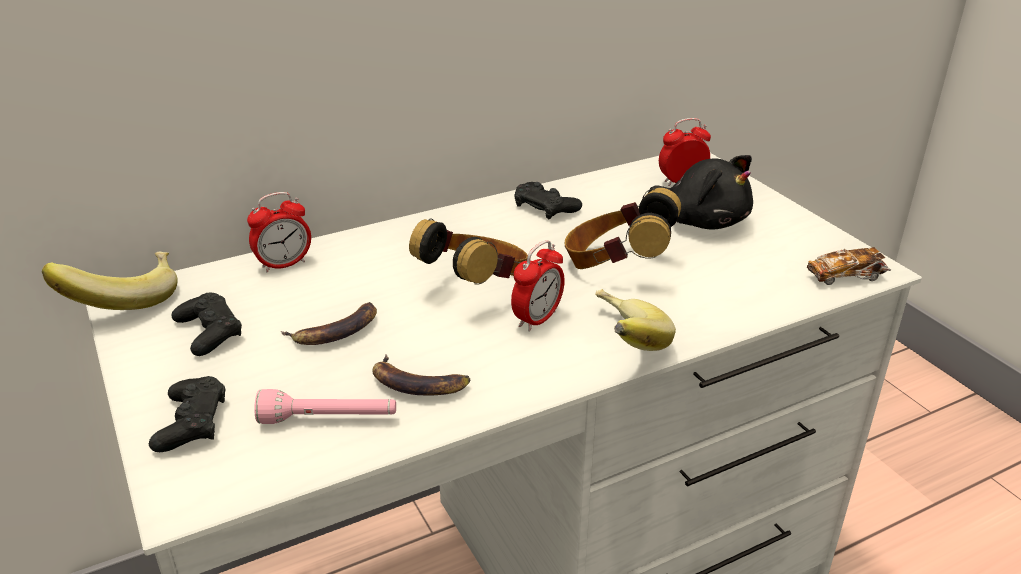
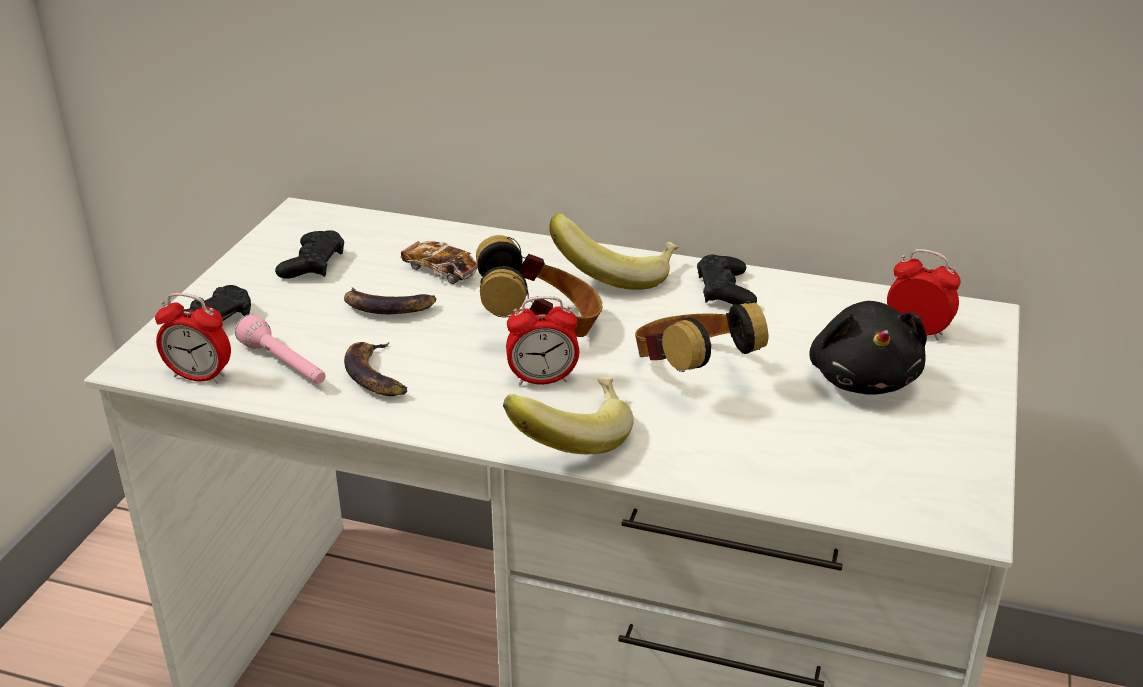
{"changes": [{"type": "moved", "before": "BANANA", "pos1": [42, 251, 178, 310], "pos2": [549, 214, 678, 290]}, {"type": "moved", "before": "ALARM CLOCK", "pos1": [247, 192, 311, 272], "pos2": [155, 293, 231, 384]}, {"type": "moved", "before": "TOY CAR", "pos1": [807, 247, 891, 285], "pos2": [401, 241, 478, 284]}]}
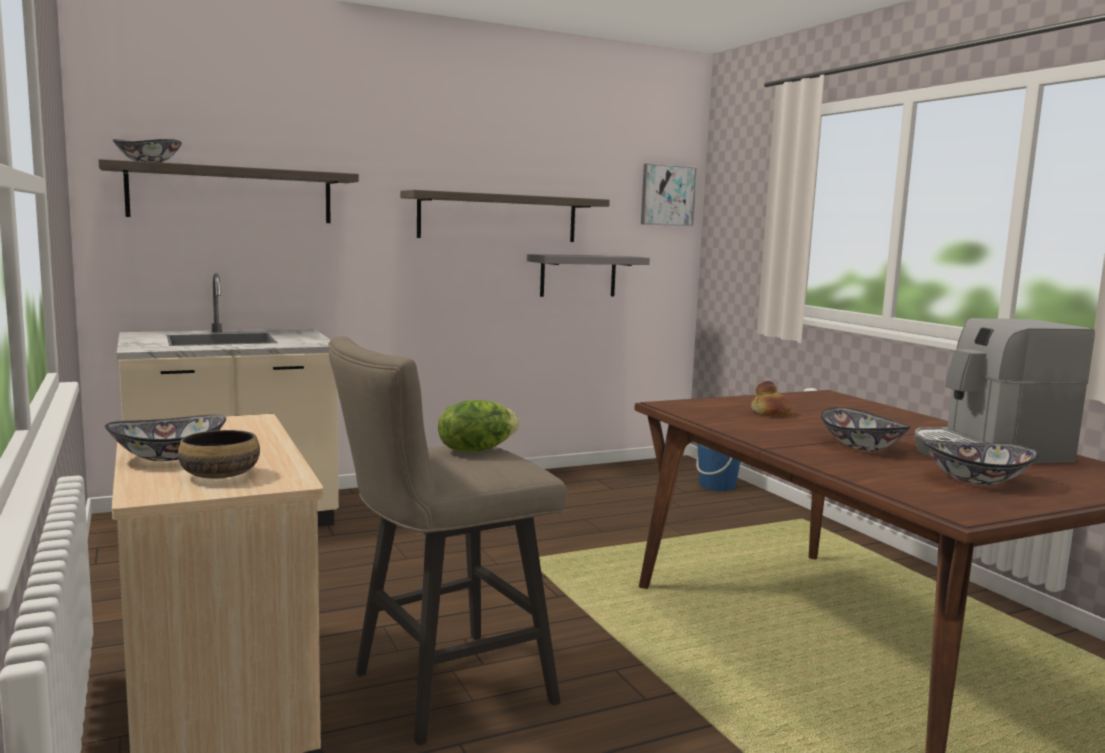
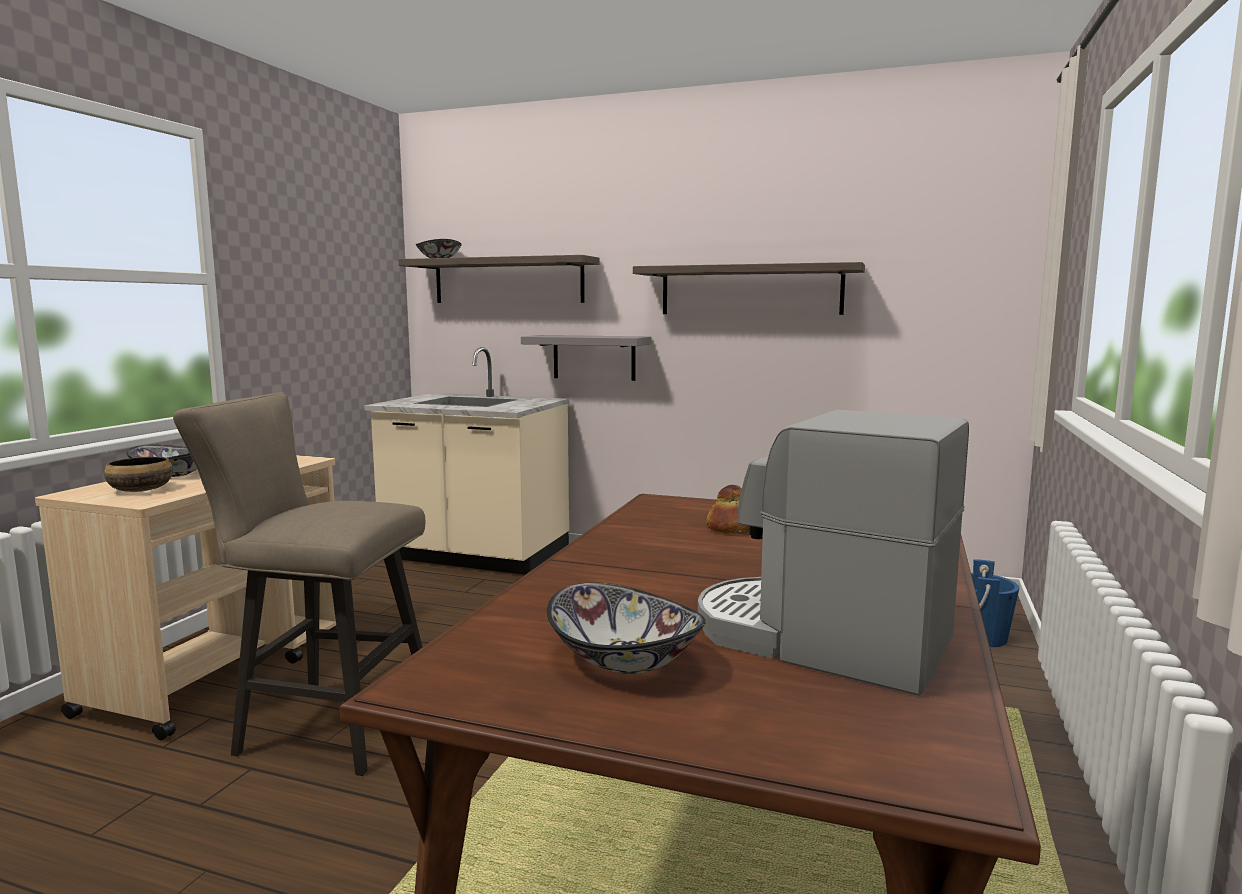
{"changes": [{"type": "removed", "before": "LETTUCE", "pos1": [438, 400, 520, 452]}, {"type": "moved", "before": "GREY SHELF", "pos1": [527, 254, 650, 297], "pos2": [521, 335, 651, 381]}, {"type": "removed", "before": "PICTURE", "pos1": [641, 163, 697, 226]}, {"type": "removed", "before": "BOWL", "pos1": [821, 407, 911, 451]}]}
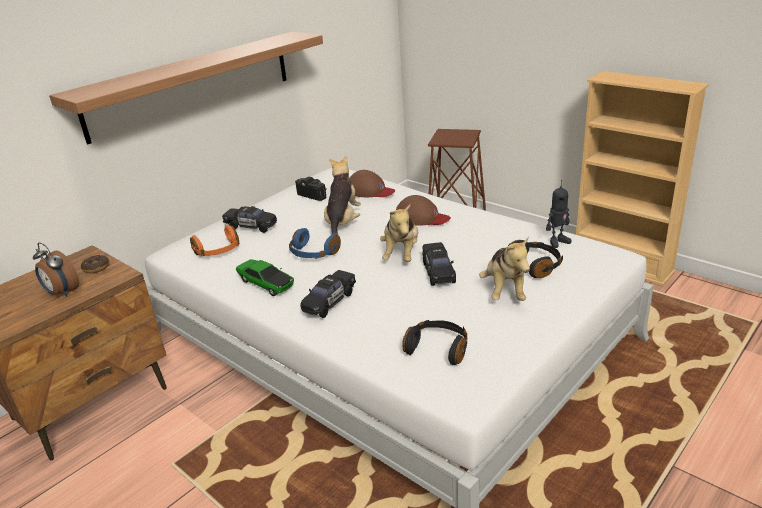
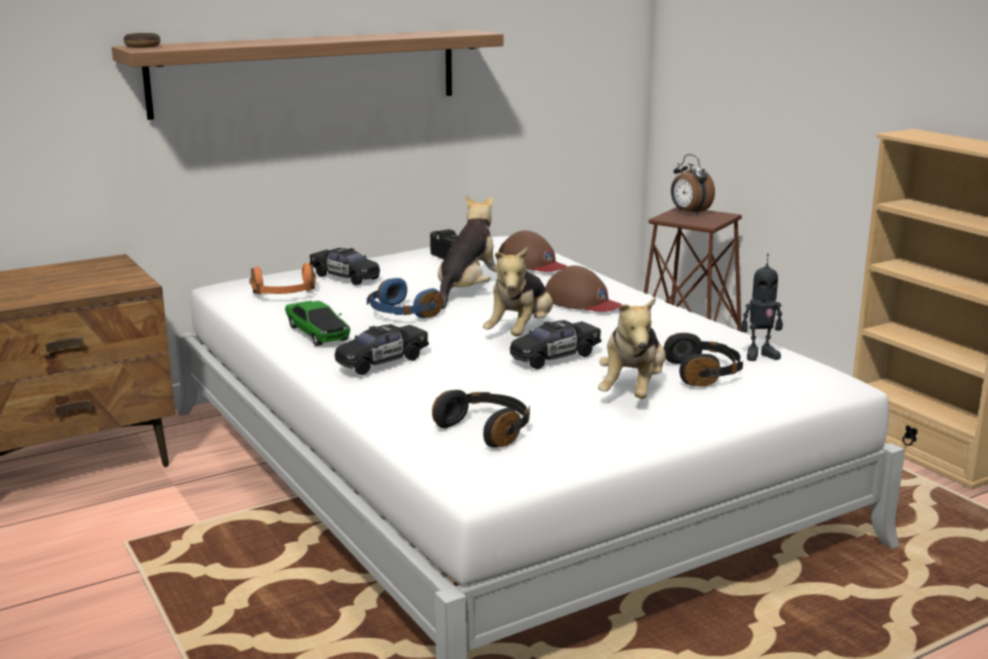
{"changes": [{"type": "moved", "before": "ALARM CLOCK", "pos1": [33, 242, 79, 297], "pos2": [671, 154, 715, 215]}, {"type": "moved", "before": "DONUT", "pos1": [81, 255, 109, 273], "pos2": [124, 33, 161, 48]}, {"type": "turned", "before": "BLACK TOY CAR", "pos1": [422, 242, 456, 286], "pos2": [510, 320, 601, 369], "turn": 45}]}
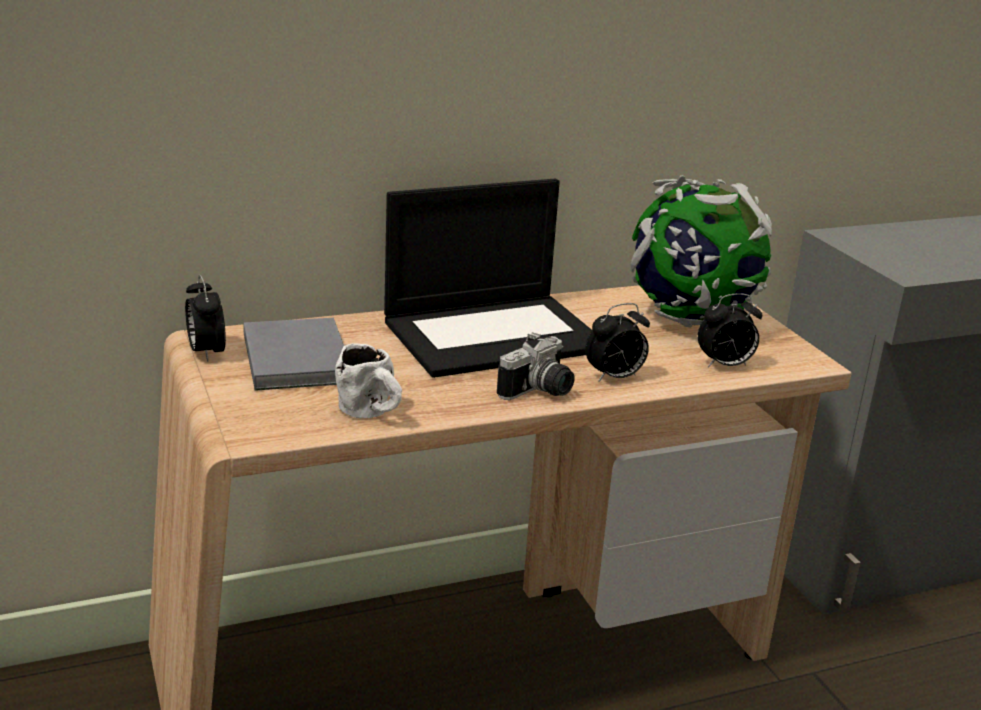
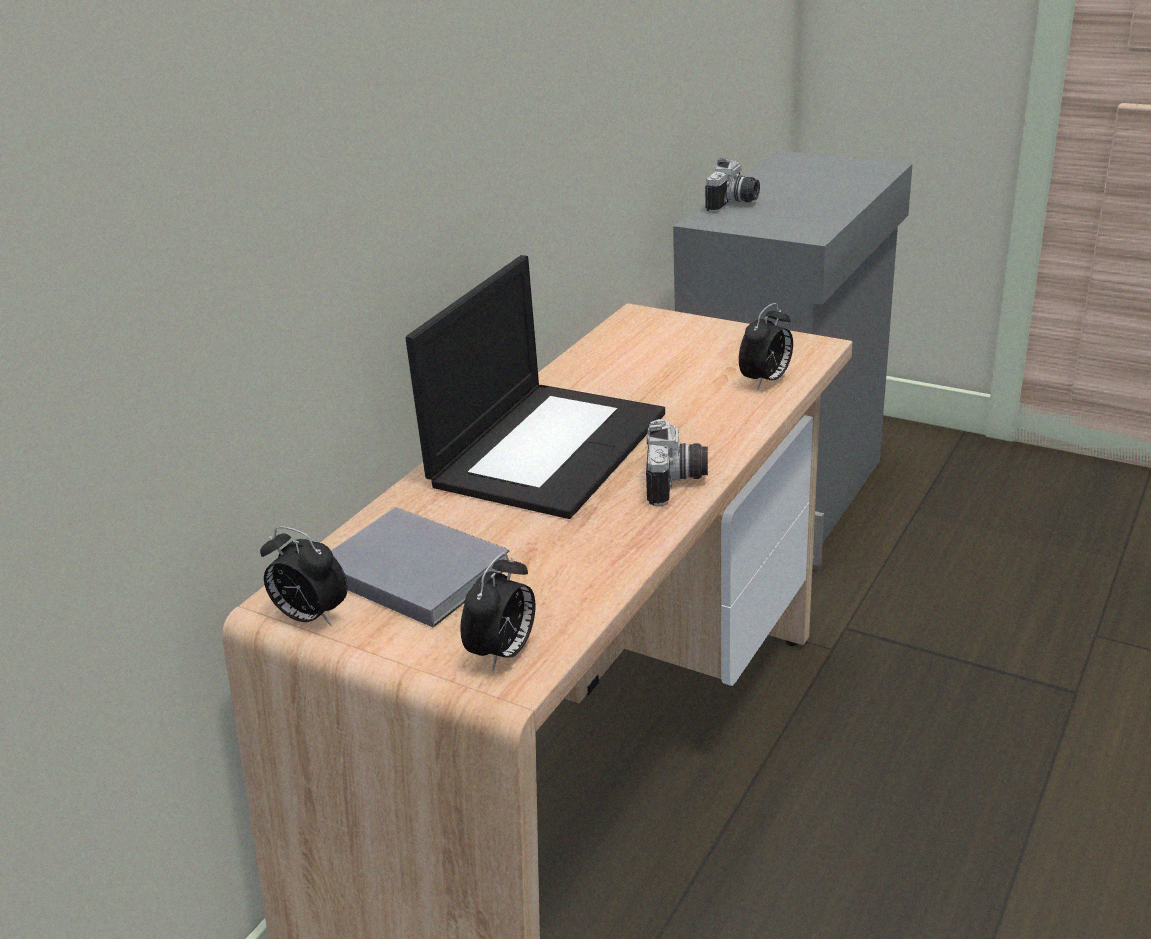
{"changes": [{"type": "removed", "before": "WHITE MUG", "pos1": [335, 343, 402, 418]}, {"type": "moved", "before": "ALARM CLOCK", "pos1": [586, 303, 650, 382], "pos2": [460, 552, 535, 671]}, {"type": "removed", "before": "GLOBE", "pos1": [630, 175, 772, 328]}, {"type": "added", "after": "PHOTO CAMERA", "pos2": [705, 158, 760, 213]}]}
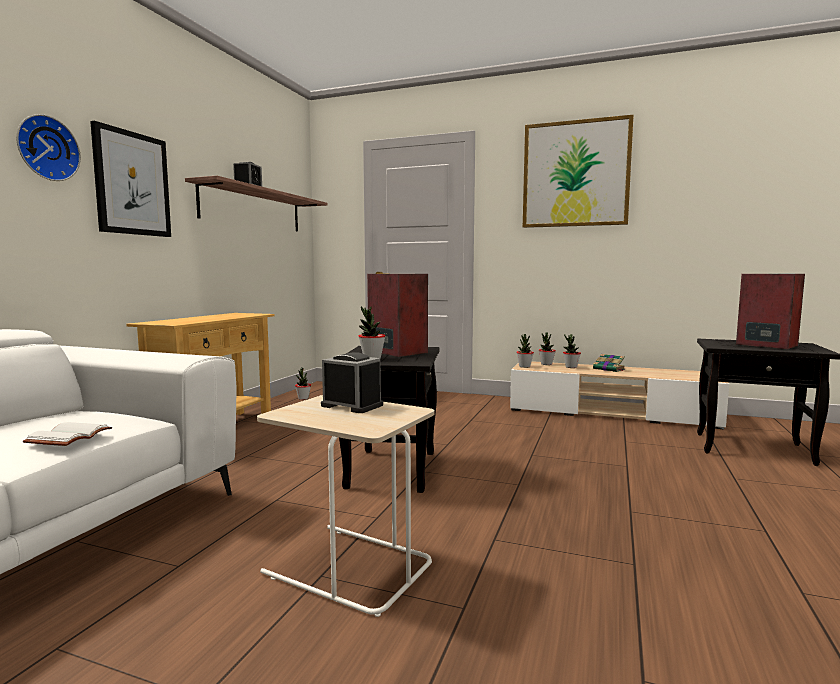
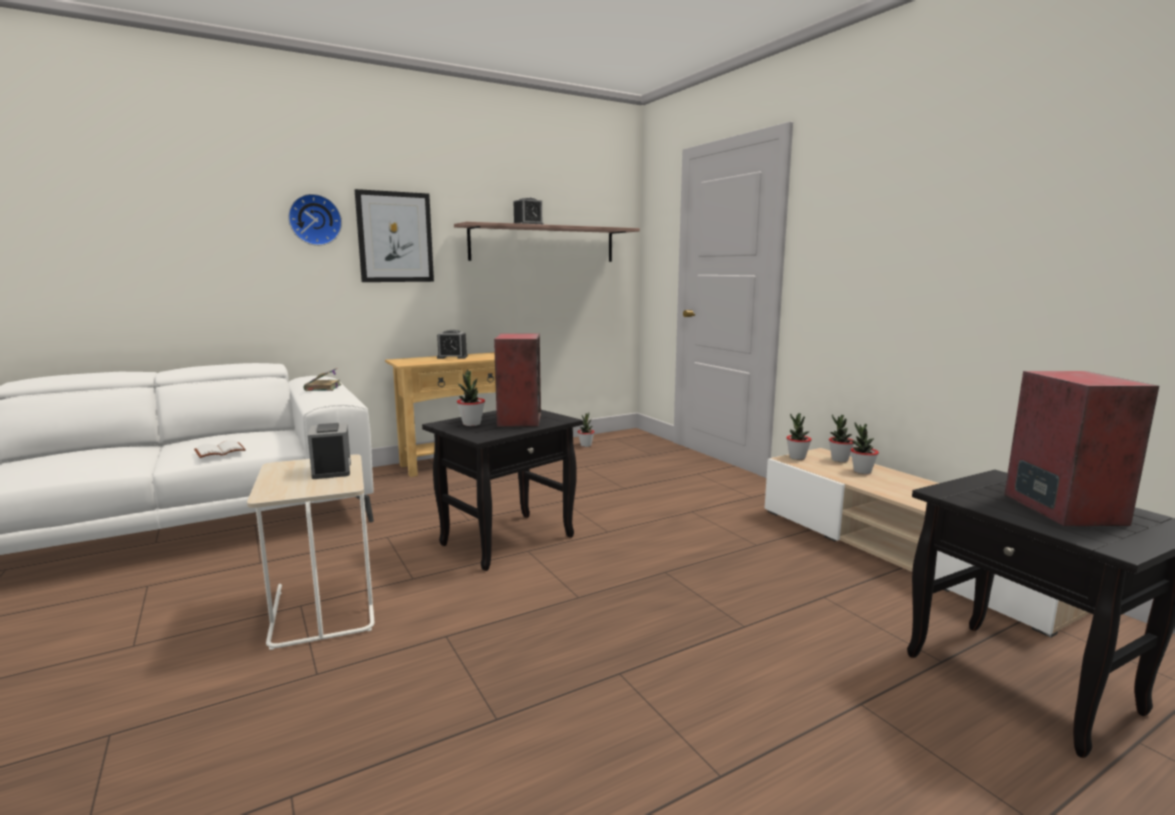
{"changes": [{"type": "removed", "before": "PICTURE", "pos1": [523, 115, 634, 228]}, {"type": "moved", "before": "BOOK", "pos1": [593, 354, 625, 372], "pos2": [303, 368, 342, 391]}, {"type": "added", "after": "ALARM CLOCK", "pos2": [437, 330, 468, 359]}]}
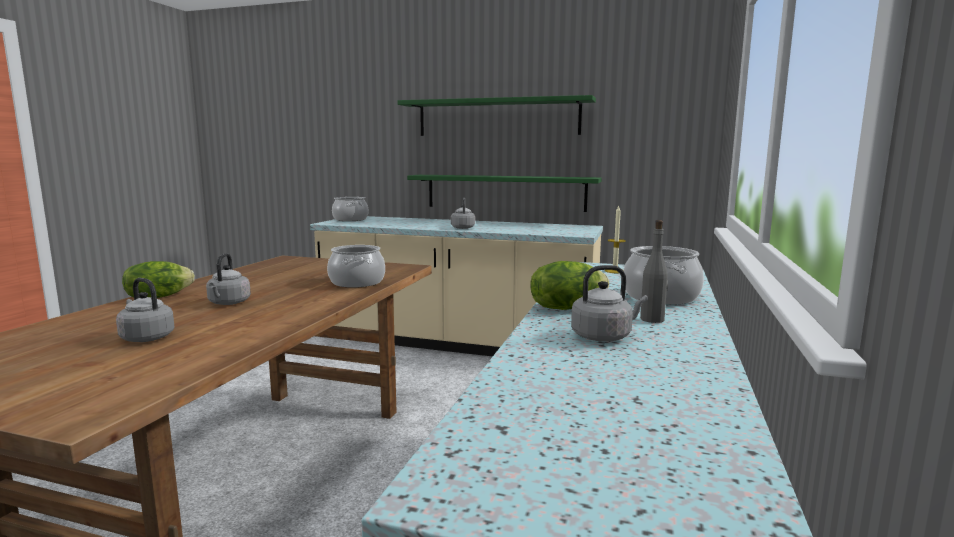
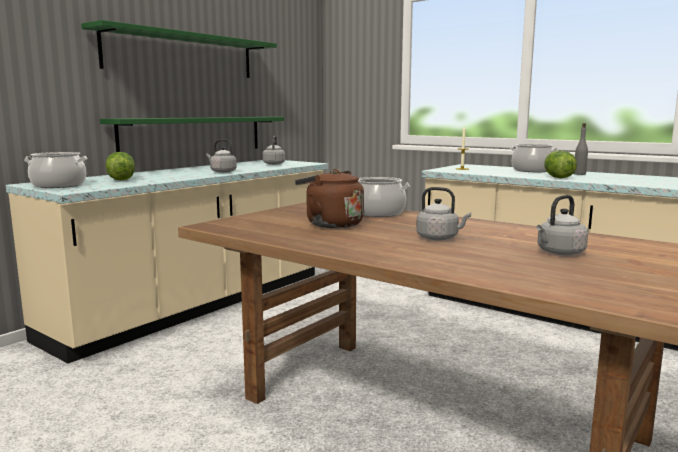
{"changes": [{"type": "moved", "before": "LETTUCE", "pos1": [122, 261, 195, 298], "pos2": [106, 152, 135, 181]}, {"type": "moved", "before": "GREY KETTLE", "pos1": [571, 265, 648, 342], "pos2": [262, 136, 285, 165]}, {"type": "added", "after": "BROWN KETTLE", "pos2": [295, 169, 364, 228]}]}
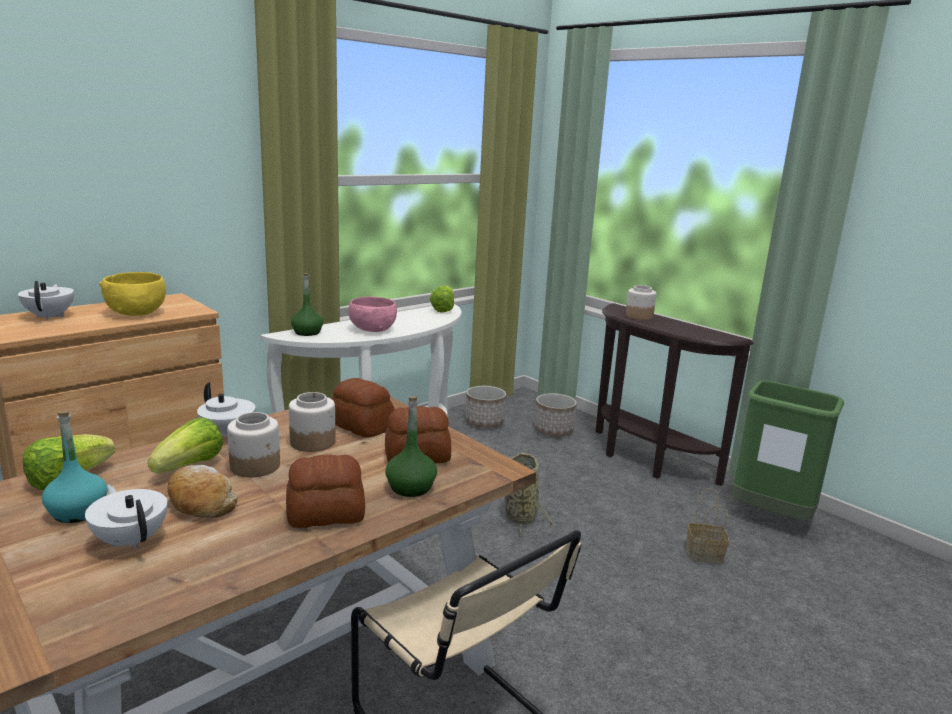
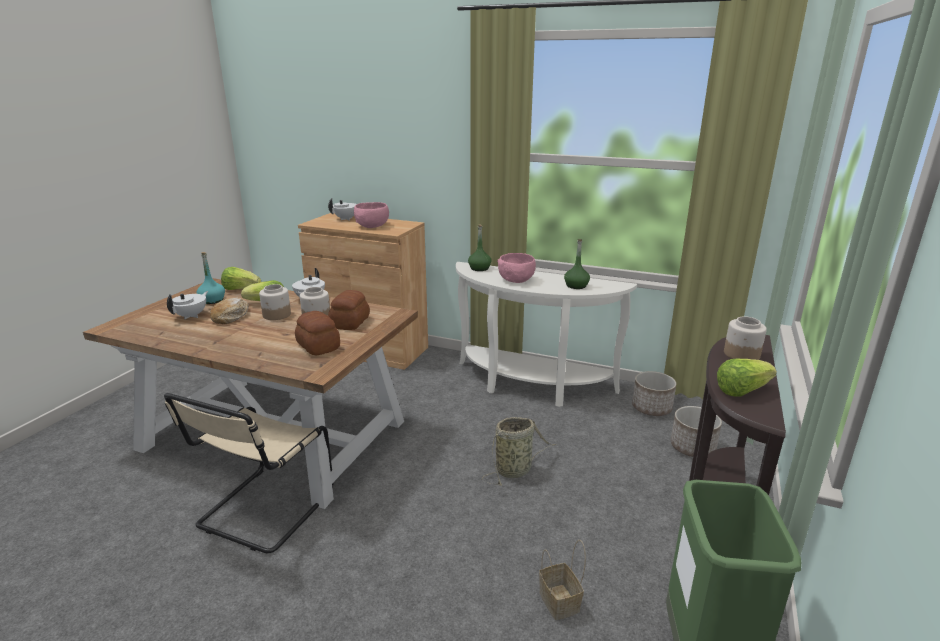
{"changes": [{"type": "recoloured", "before": "YELLOW BOWL", "after": "PINK BOWL", "pos1": [99, 272, 166, 316], "pos2": [354, 202, 389, 228]}, {"type": "removed", "before": "BREAD", "pos1": [286, 455, 365, 528]}, {"type": "moved", "before": "GREEN BOTTLE", "pos1": [386, 396, 437, 497], "pos2": [564, 239, 590, 289]}, {"type": "moved", "before": "LETTUCE", "pos1": [430, 286, 454, 313], "pos2": [717, 358, 777, 396]}]}
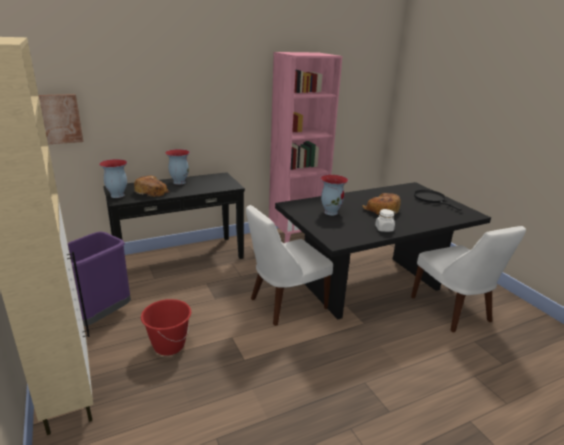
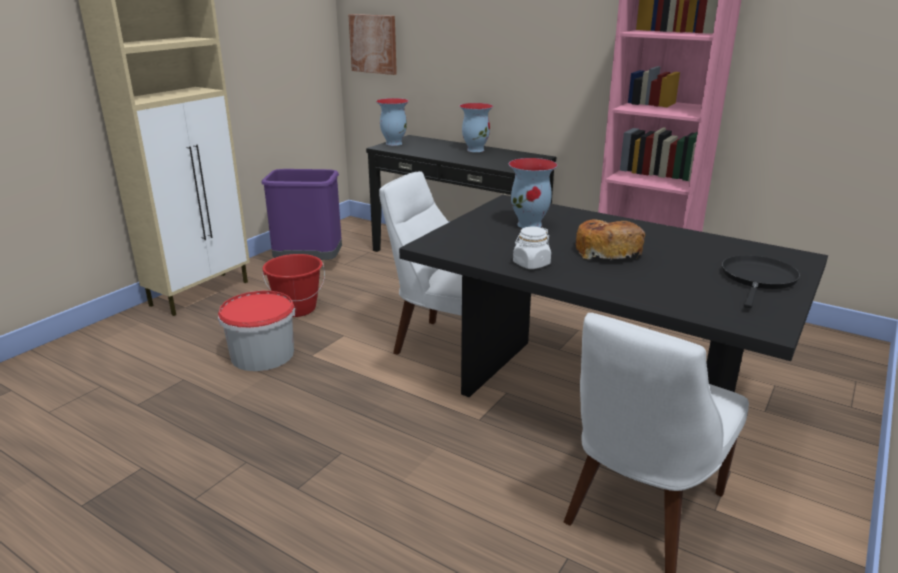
{"changes": [{"type": "removed", "before": "BREAD", "pos1": [134, 176, 169, 197]}, {"type": "added", "after": "BUCKET", "pos2": [218, 291, 295, 371]}]}
